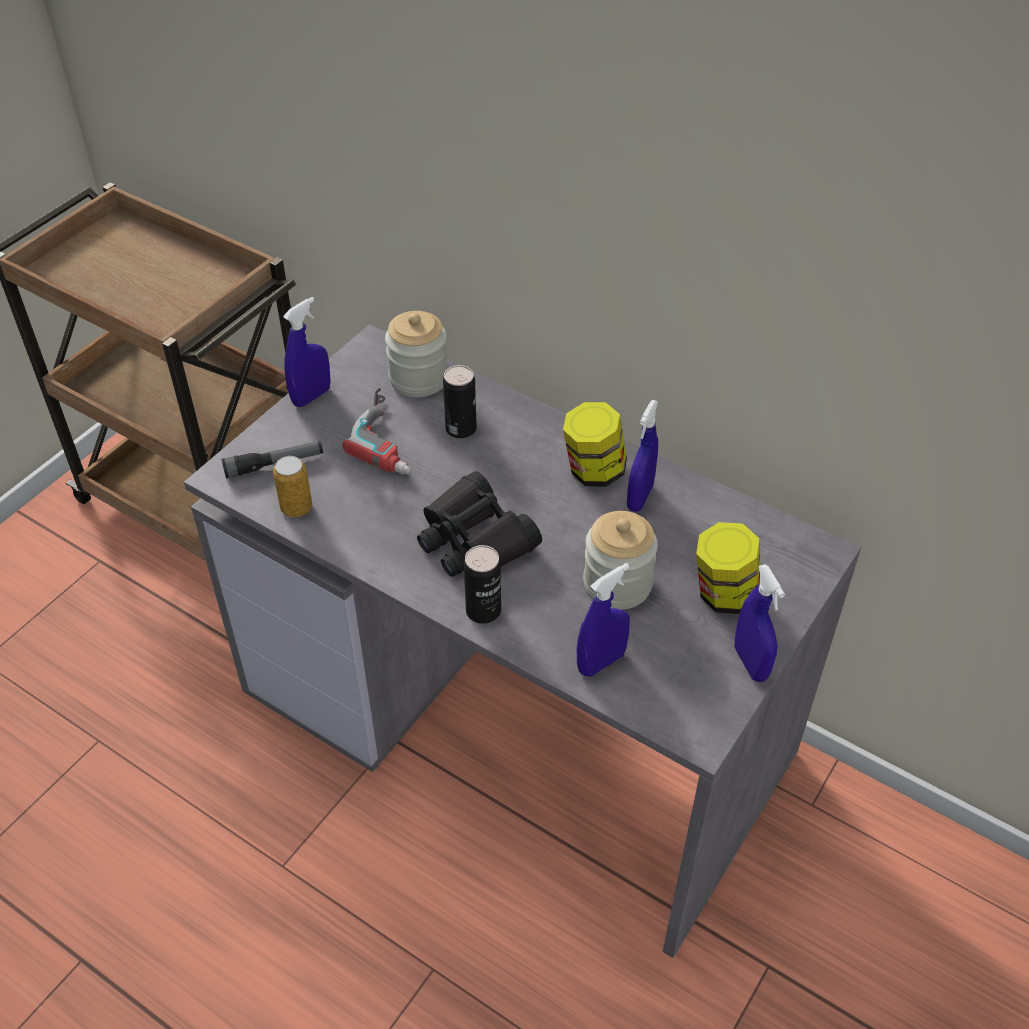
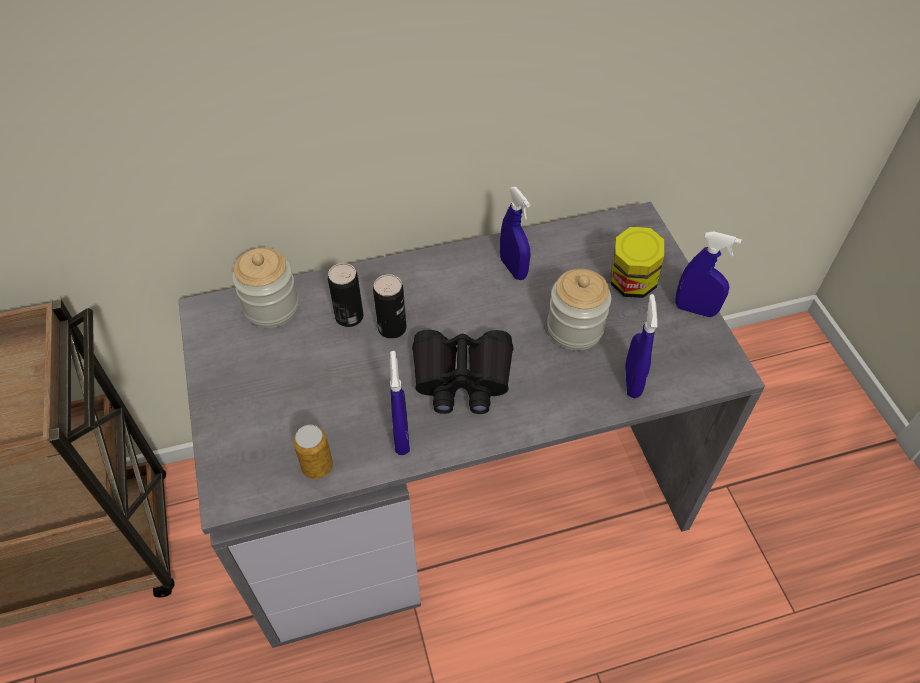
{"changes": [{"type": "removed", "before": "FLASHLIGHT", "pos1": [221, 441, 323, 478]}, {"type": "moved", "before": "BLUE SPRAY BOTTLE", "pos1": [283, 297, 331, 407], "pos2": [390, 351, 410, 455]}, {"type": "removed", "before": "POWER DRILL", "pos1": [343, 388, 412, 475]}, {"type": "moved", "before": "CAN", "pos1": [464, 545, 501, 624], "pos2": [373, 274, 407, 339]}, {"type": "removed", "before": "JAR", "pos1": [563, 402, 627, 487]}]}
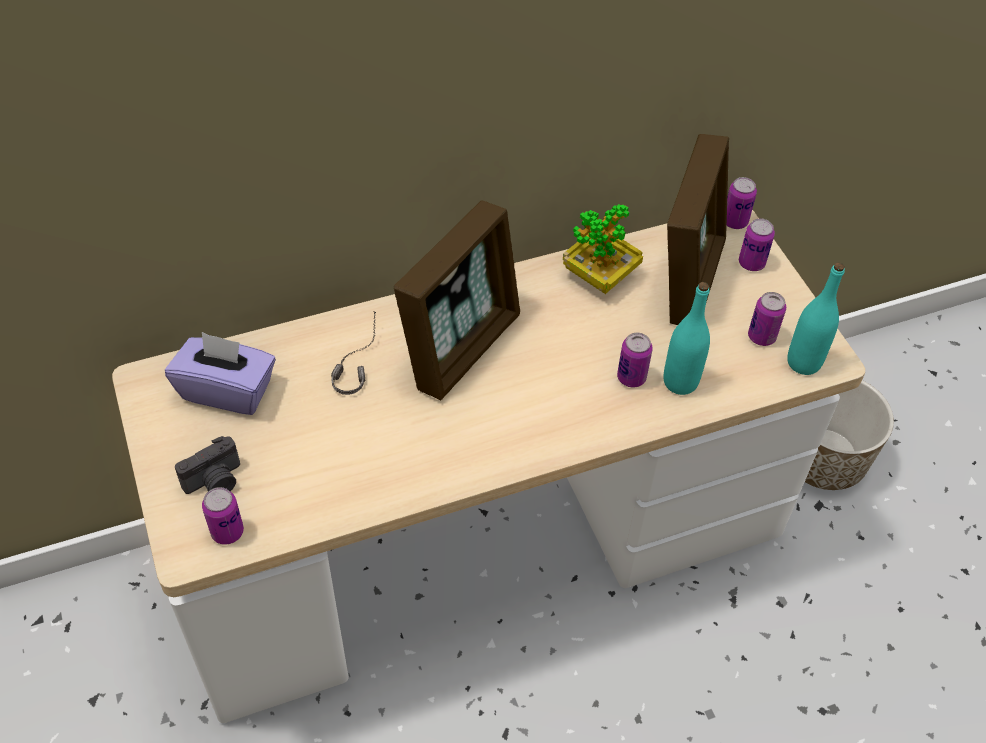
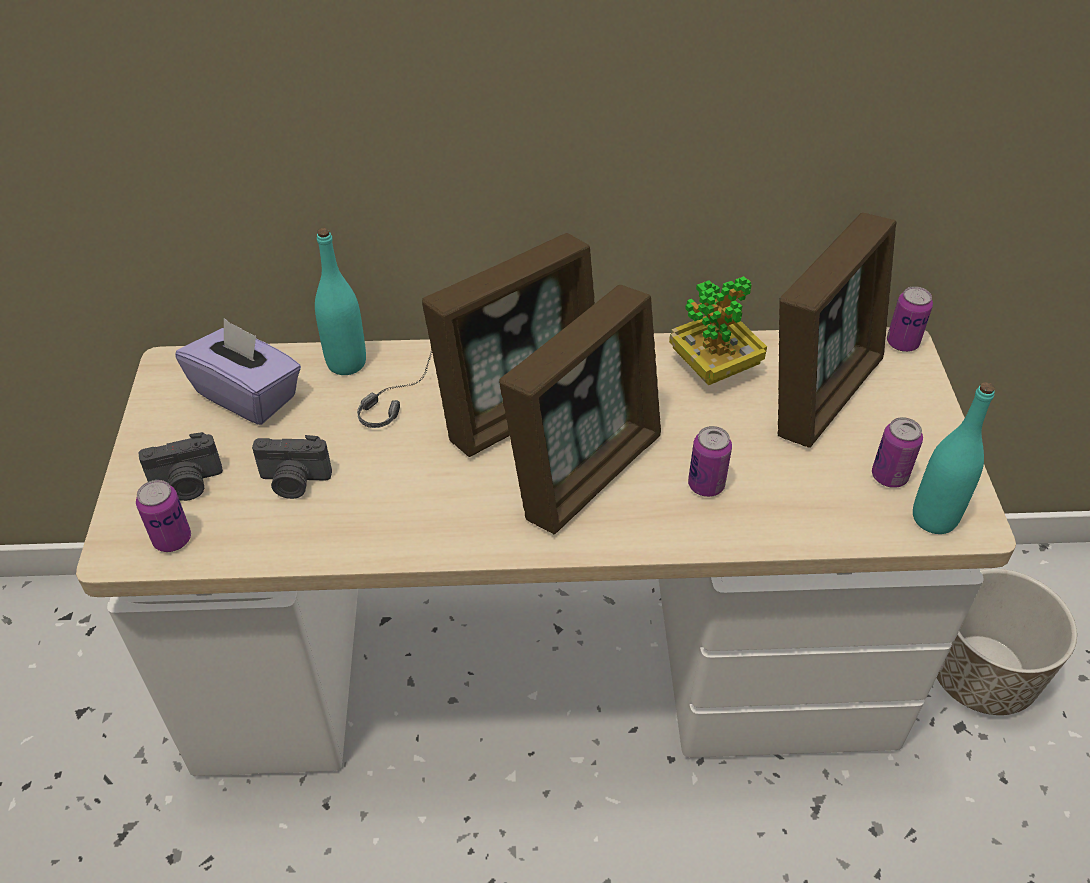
{"changes": [{"type": "moved", "before": "TURQUOISE BOTTLE", "pos1": [664, 282, 710, 395], "pos2": [315, 228, 366, 375]}, {"type": "removed", "before": "CAN", "pos1": [739, 219, 775, 271]}, {"type": "added", "after": "PHOTO CAMERA", "pos2": [252, 435, 332, 499]}, {"type": "added", "after": "PICTURE FRAME", "pos2": [499, 285, 661, 534]}]}
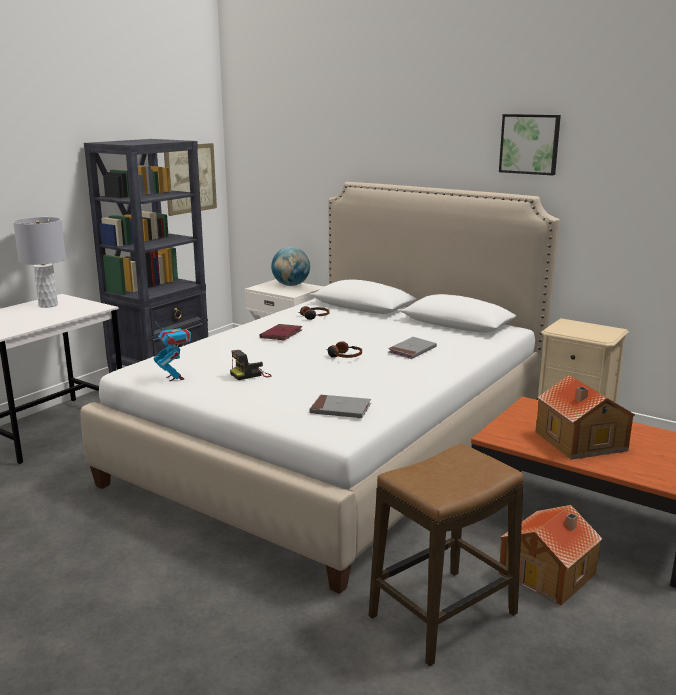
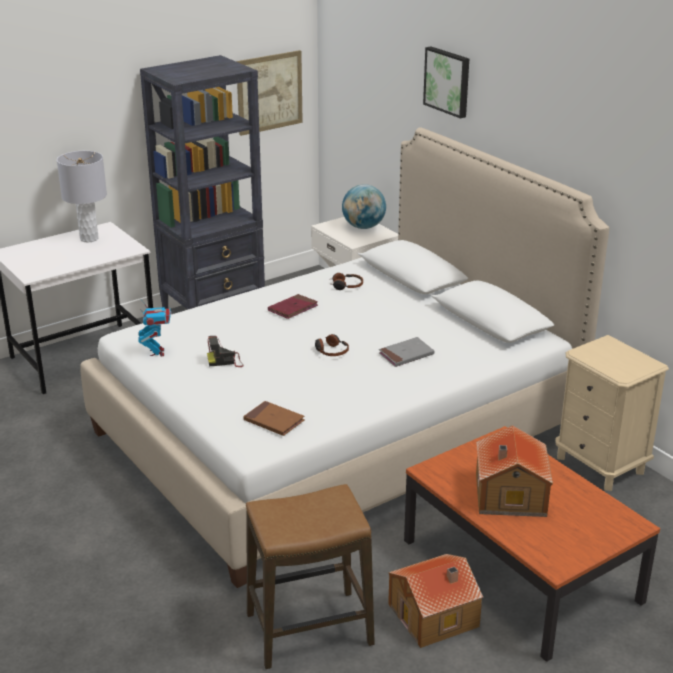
{"changes": [{"type": "recoloured", "before": "GREY BOOK", "after": "BROWN BOOK", "pos1": [309, 395, 371, 418], "pos2": [243, 401, 305, 436]}, {"type": "moved", "before": "PICTURE", "pos1": [499, 114, 561, 175], "pos2": [423, 46, 469, 119]}]}
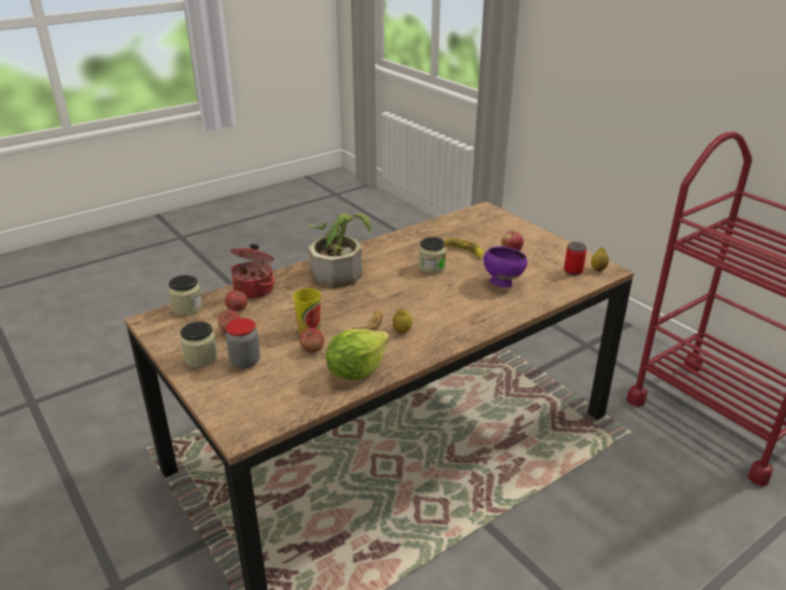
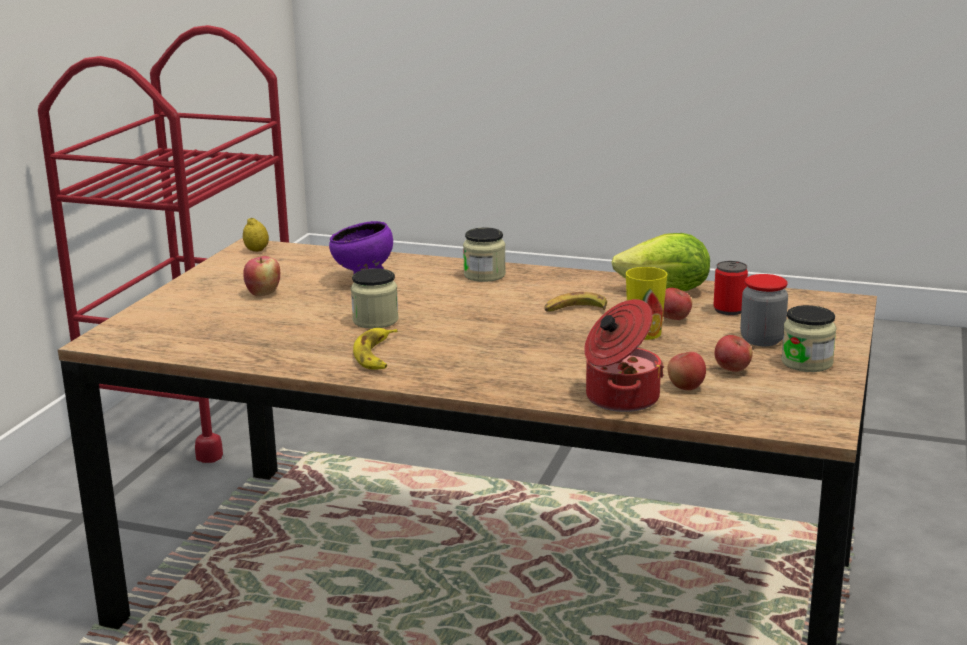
{"changes": [{"type": "moved", "before": "JAR", "pos1": [169, 275, 203, 316], "pos2": [463, 227, 506, 282]}, {"type": "removed", "before": "POTTED PLANT", "pos1": [306, 213, 371, 288]}, {"type": "removed", "before": "LEMON", "pos1": [393, 308, 412, 333]}, {"type": "moved", "before": "BANANA", "pos1": [444, 238, 484, 259], "pos2": [353, 328, 397, 370]}, {"type": "moved", "before": "CAN", "pos1": [564, 242, 587, 276], "pos2": [714, 261, 748, 315]}]}
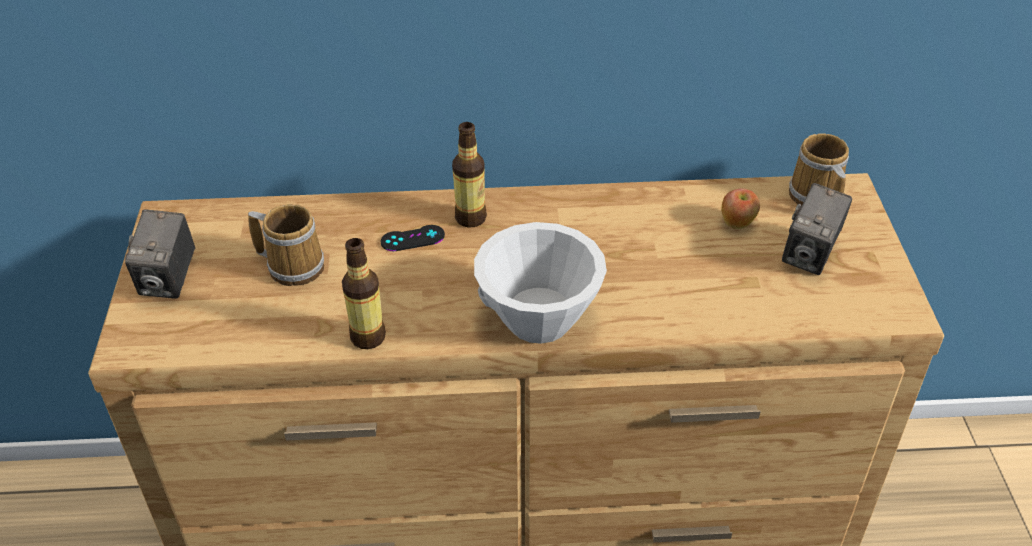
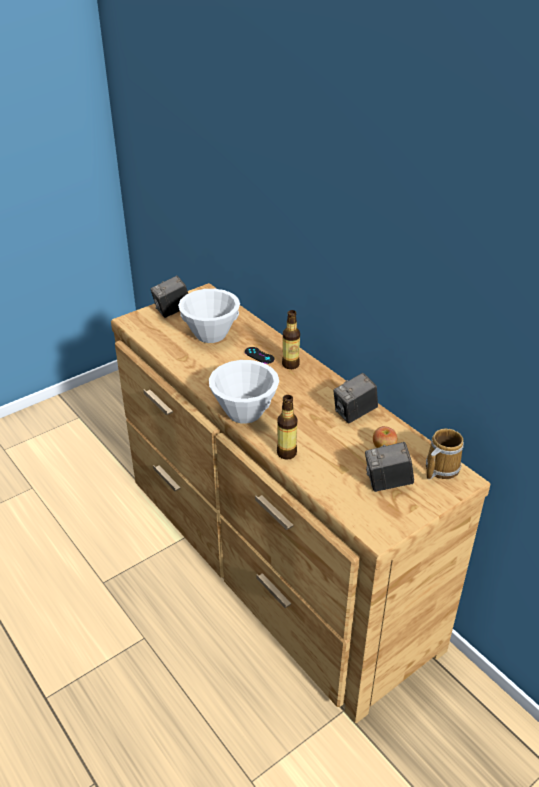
{"changes": [{"type": "replaced", "before": "MUG", "after": "WHITE BOWL", "pos1": [248, 204, 324, 286], "pos2": [178, 289, 240, 343]}, {"type": "moved", "before": "BOTTLE", "pos1": [342, 238, 386, 349], "pos2": [277, 395, 298, 460]}, {"type": "added", "after": "PHOTO CAMERA", "pos2": [333, 373, 378, 424]}]}
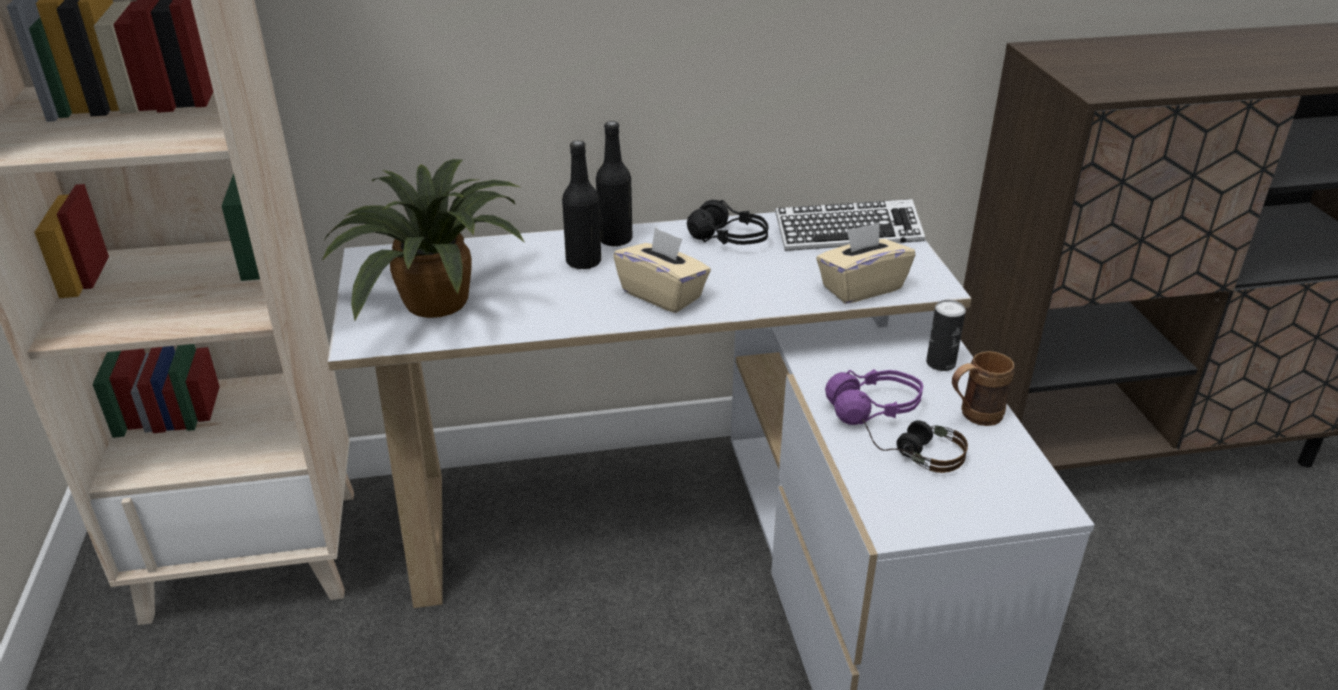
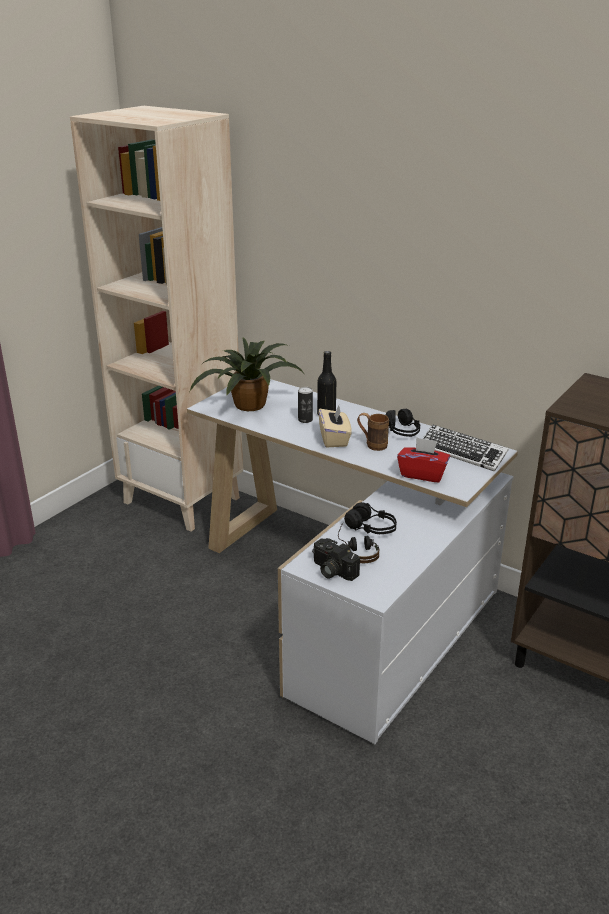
{"changes": [{"type": "removed", "before": "BLACK BOTTLE", "pos1": [596, 121, 633, 247]}, {"type": "recoloured", "before": "BEIGE TISSUE BOX", "after": "RED TISSUE BOX", "pos1": [816, 223, 915, 304], "pos2": [397, 437, 450, 482]}, {"type": "recoloured", "before": "PURPLE HEADPHONES", "after": "BLACK HEADPHONES", "pos1": [825, 369, 923, 425], "pos2": [344, 502, 397, 534]}, {"type": "moved", "before": "CAN", "pos1": [926, 300, 966, 371], "pos2": [298, 387, 313, 423]}, {"type": "moved", "before": "BROWN MUG", "pos1": [952, 351, 1015, 426], "pos2": [357, 413, 389, 451]}, {"type": "added", "after": "PHOTO CAMERA", "pos2": [312, 538, 360, 581]}]}
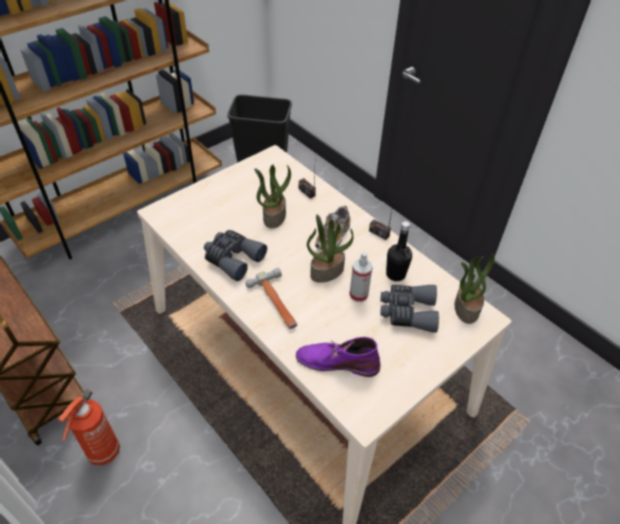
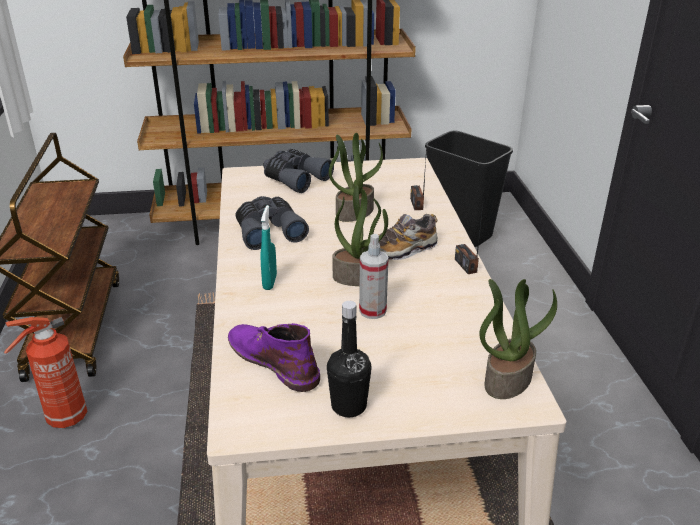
{"changes": [{"type": "replaced", "before": "HAMMER", "after": "TURQUOISE SPRAY BOTTLE", "pos1": [245, 268, 297, 329], "pos2": [261, 205, 277, 290]}, {"type": "moved", "before": "GREY BINOCULARS", "pos1": [380, 285, 439, 333], "pos2": [263, 149, 334, 193]}, {"type": "moved", "before": "BLACK BOTTLE", "pos1": [386, 221, 412, 281], "pos2": [327, 301, 372, 418]}]}
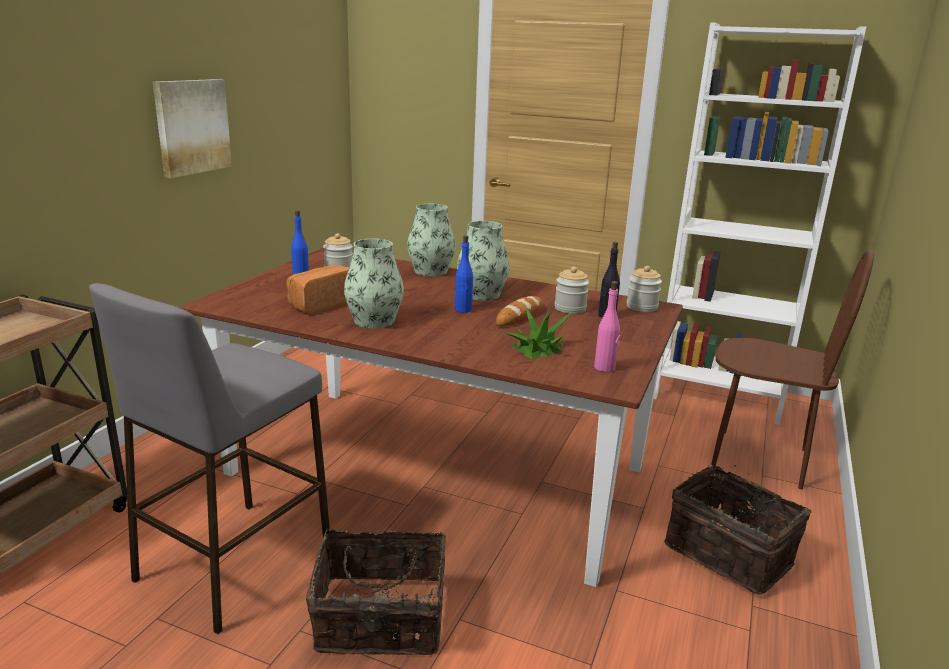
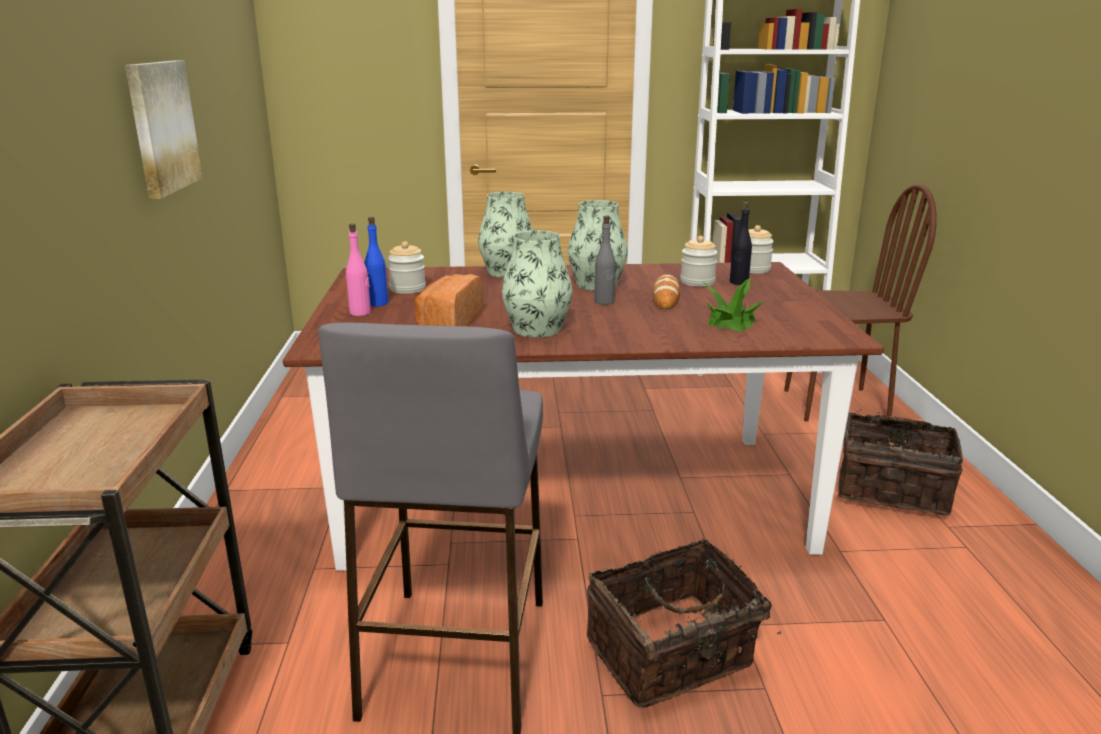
{"changes": [{"type": "recoloured", "before": "BLUE BOTTLE", "after": "GREY BOTTLE", "pos1": [455, 235, 473, 313], "pos2": [594, 215, 616, 305]}, {"type": "moved", "before": "PINK BOTTLE", "pos1": [594, 281, 620, 372], "pos2": [346, 223, 371, 316]}]}
